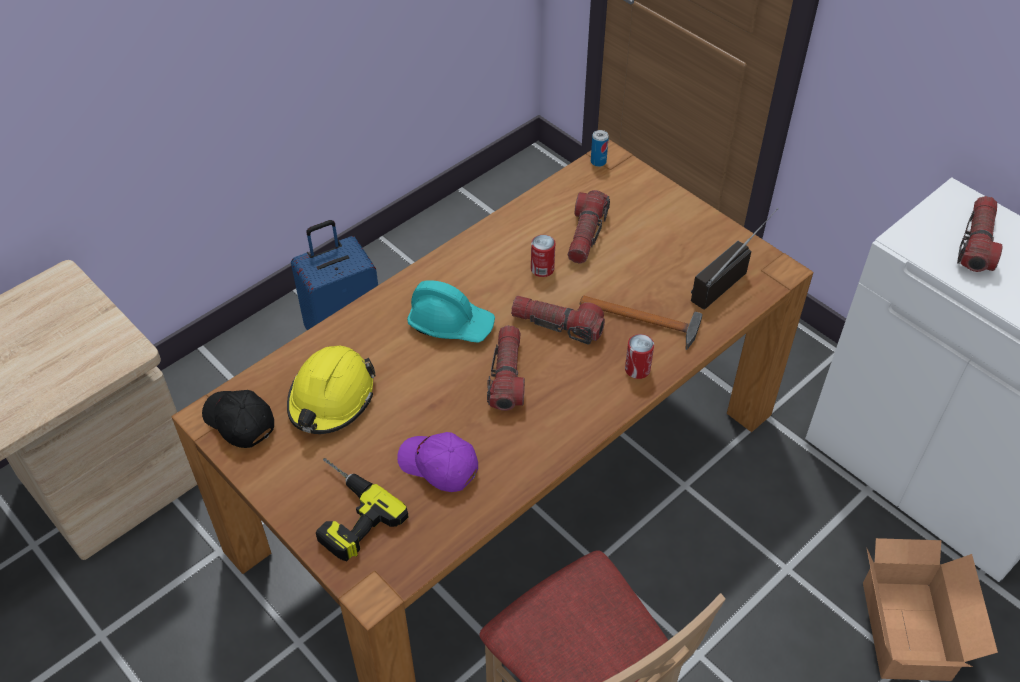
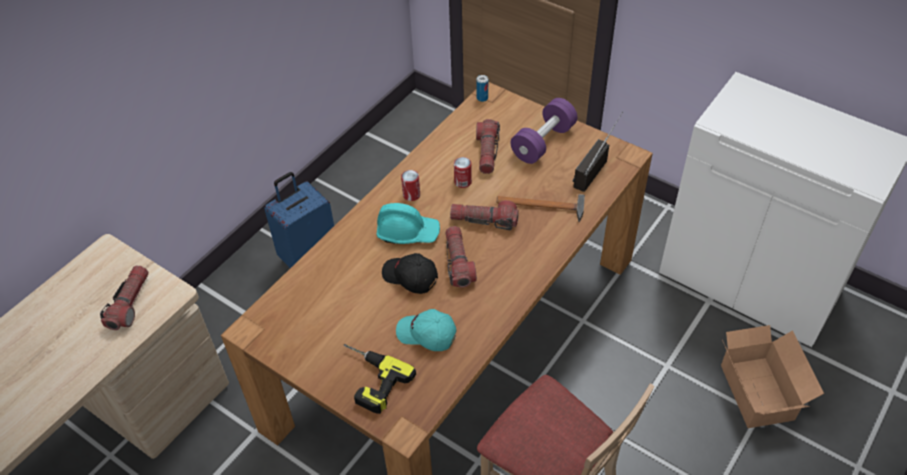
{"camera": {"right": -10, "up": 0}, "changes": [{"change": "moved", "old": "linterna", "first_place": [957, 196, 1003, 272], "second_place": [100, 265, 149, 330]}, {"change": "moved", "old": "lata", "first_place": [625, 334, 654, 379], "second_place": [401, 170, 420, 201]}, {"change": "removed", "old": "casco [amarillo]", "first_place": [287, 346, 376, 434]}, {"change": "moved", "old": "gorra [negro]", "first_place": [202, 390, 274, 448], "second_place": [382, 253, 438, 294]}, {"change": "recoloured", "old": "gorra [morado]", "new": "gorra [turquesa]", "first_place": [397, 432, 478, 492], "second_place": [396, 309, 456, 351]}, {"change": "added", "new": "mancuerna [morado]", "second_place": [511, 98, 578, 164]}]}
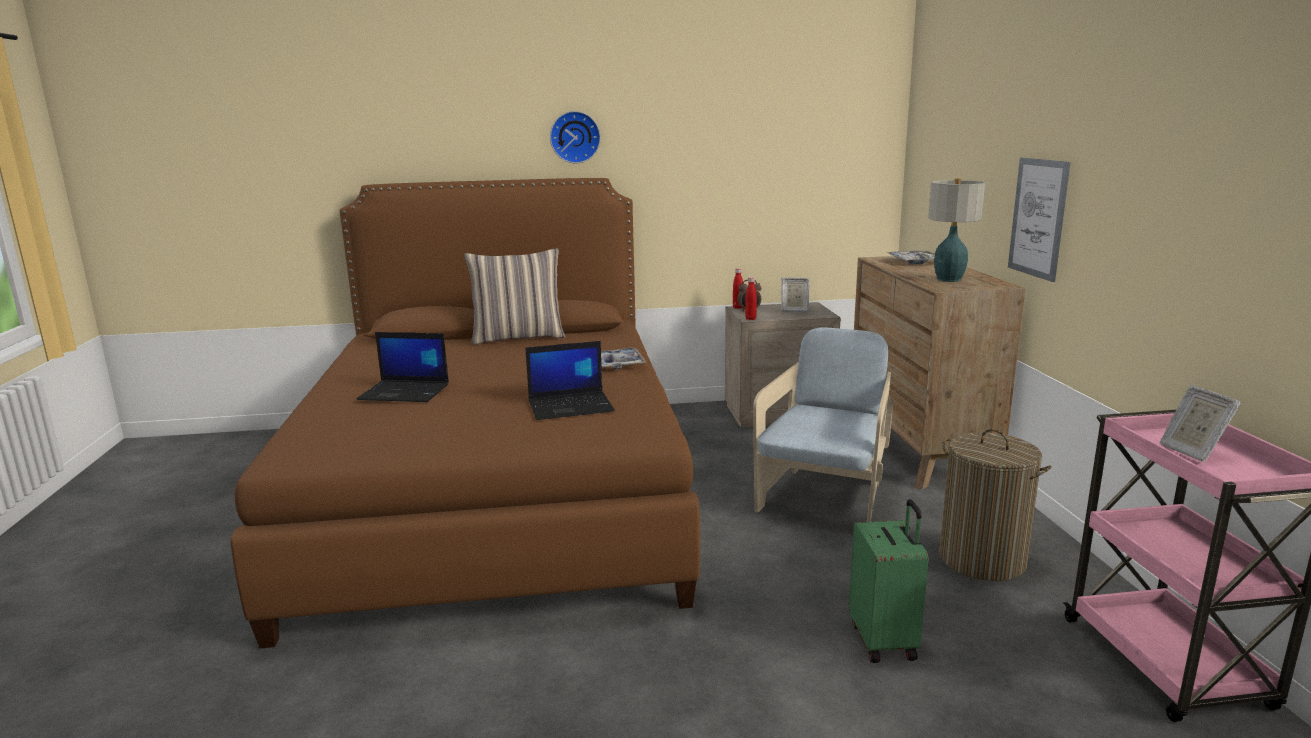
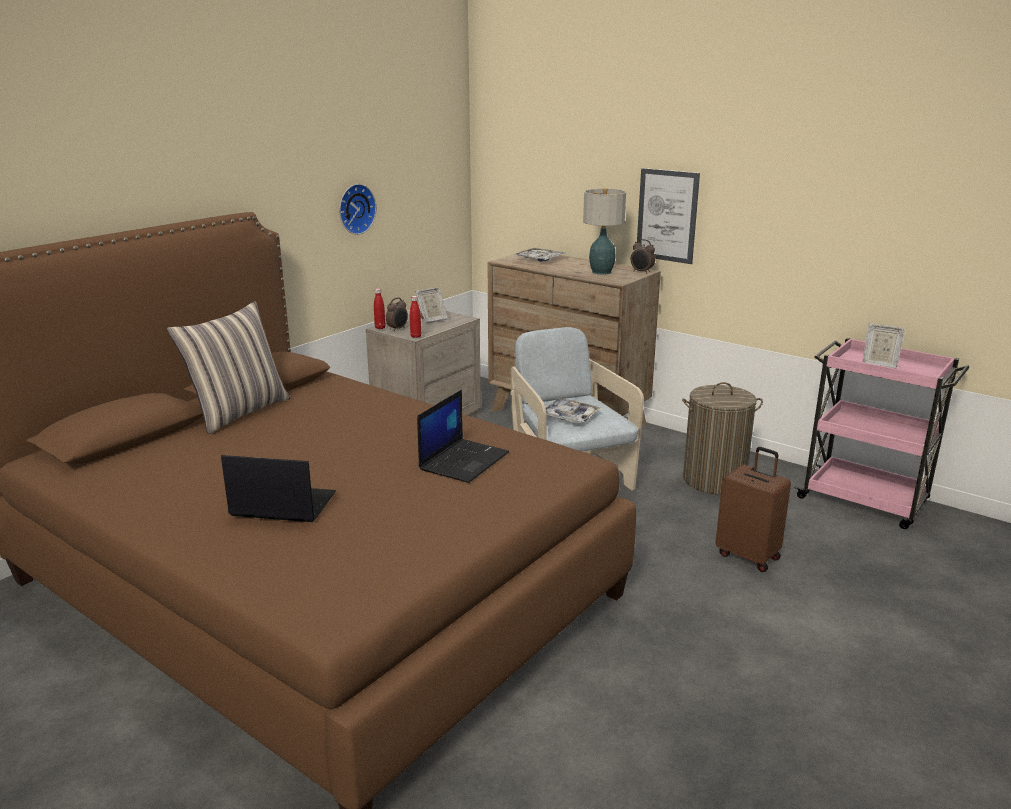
{"camera": {"right": -45, "up": 5}, "changes": [{"change": "moved", "old": "reloj de pared", "first_place": [550, 111, 601, 163], "second_place": [339, 184, 376, 235]}, {"change": "turned", "old": "portátil", "first_place": [357, 332, 449, 402], "second_place": [221, 455, 336, 522], "degrees": -135}, {"change": "moved", "old": "bandeja", "first_place": [601, 347, 646, 370], "second_place": [545, 398, 601, 423]}, {"change": "recoloured", "old": "maleta [verde]", "new": "maleta [marrón]", "first_place": [849, 499, 929, 663], "second_place": [715, 447, 791, 572]}, {"change": "added", "new": "despertador", "second_place": [631, 239, 655, 274]}]}
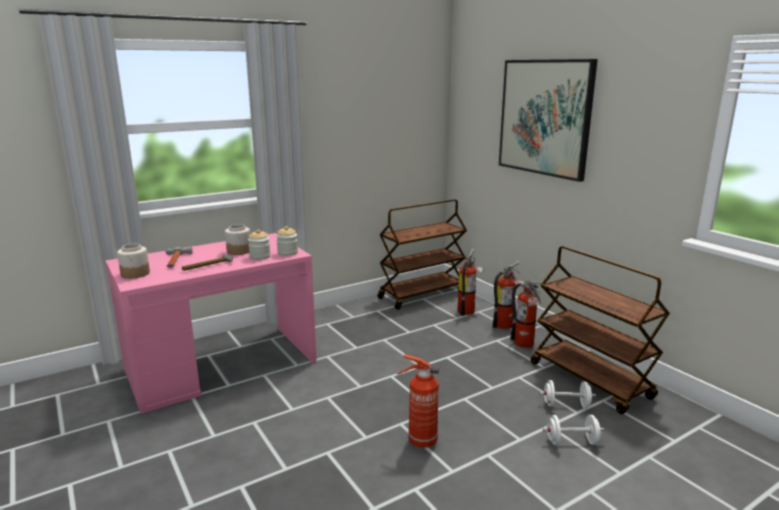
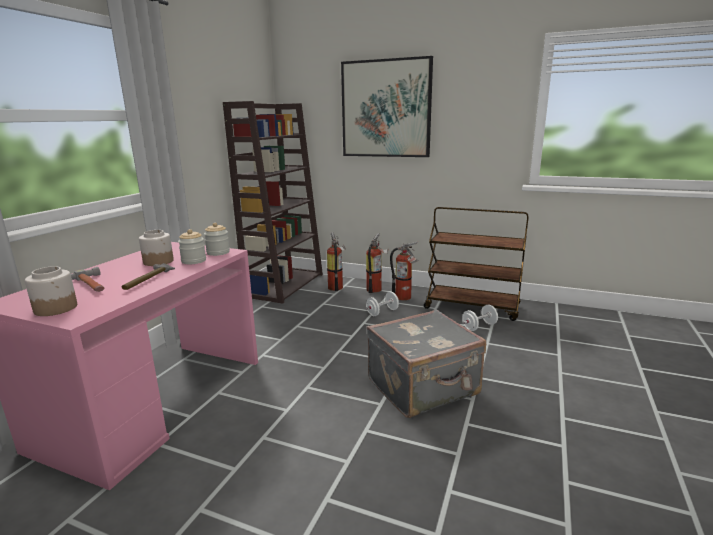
{"camera": {"right": -35, "up": 0}, "changes": [{"change": "replaced", "old": "carrito [marrón]", "new": "estantería [marrón]", "first_place": [377, 199, 467, 310], "second_place": [223, 101, 323, 304]}, {"change": "replaced", "old": "extintor", "new": "maleta [gris]", "first_place": [397, 354, 439, 448], "second_place": [367, 309, 486, 418]}, {"change": "moved", "old": "mancuerna [blanco]", "first_place": [543, 415, 604, 445], "second_place": [366, 292, 399, 316]}]}
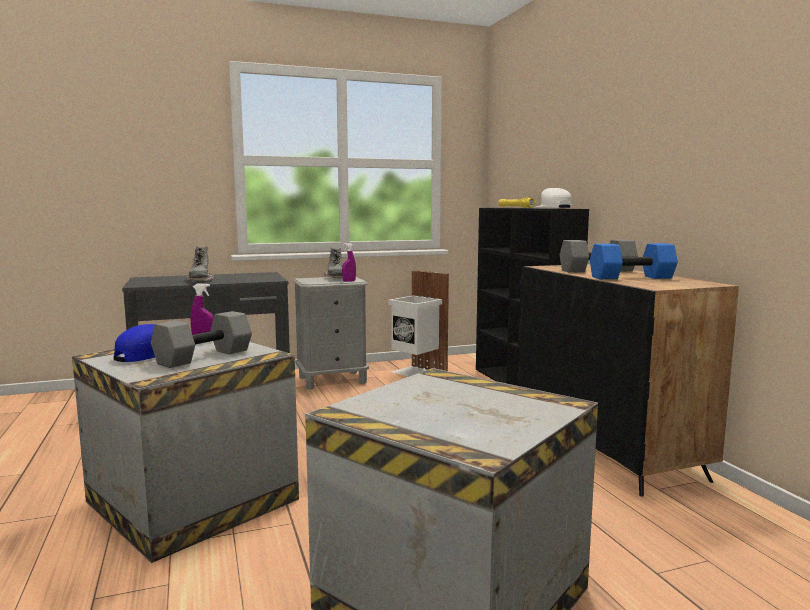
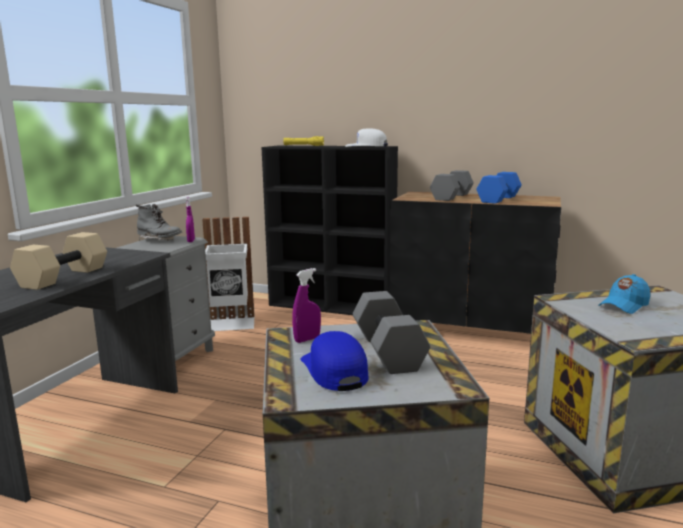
{"camera": {"right": -50, "up": 5}, "changes": [{"change": "replaced", "old": "bota [gris]", "new": "mancuerna [beis]", "first_place": [186, 246, 214, 281], "second_place": [10, 232, 107, 290]}, {"change": "added", "new": "gorra [azul]", "second_place": [599, 274, 650, 314]}]}
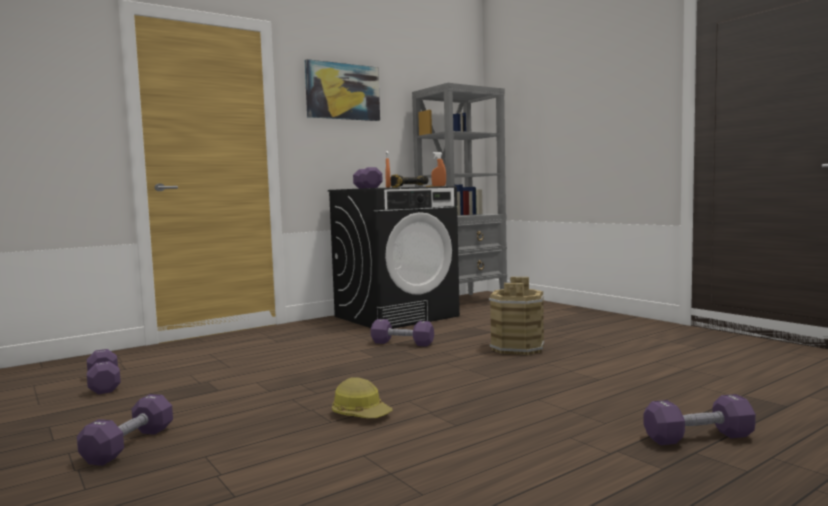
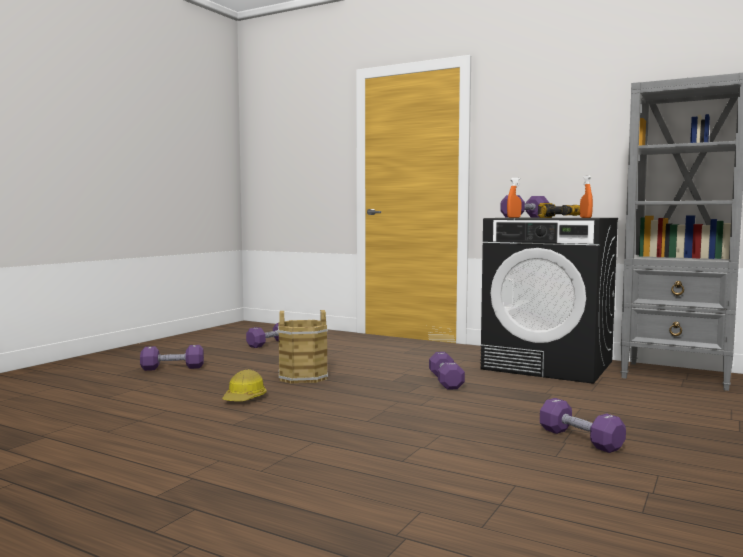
{"camera": {"right": 65, "up": 0}, "changes": [{"change": "removed", "old": "cuadro", "first_place": [305, 59, 380, 121]}, {"change": "moved", "old": "cubo [marrón]", "first_place": [489, 277, 544, 355], "second_place": [278, 310, 328, 384]}, {"change": "moved", "old": "mancuerna [morado]", "first_place": [643, 394, 756, 445], "second_place": [540, 398, 626, 453]}]}
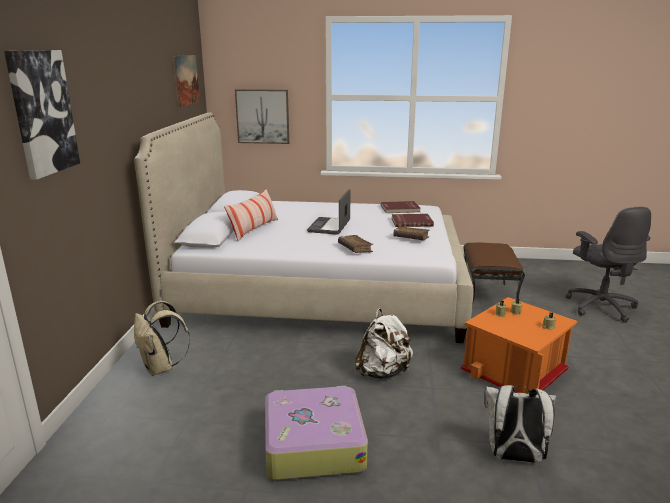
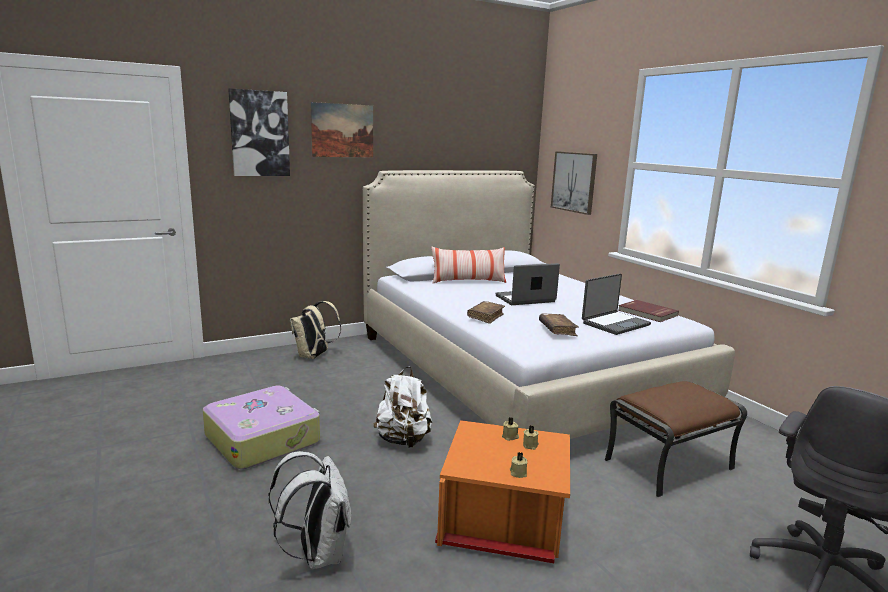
{"camera": {"right": 55, "up": -5}, "changes": [{"change": "moved", "old": "cuadro", "first_place": [173, 55, 200, 107], "second_place": [310, 102, 373, 158]}, {"change": "replaced", "old": "libro [rojo]", "new": "portátil", "first_place": [391, 214, 434, 227], "second_place": [582, 274, 651, 335]}]}
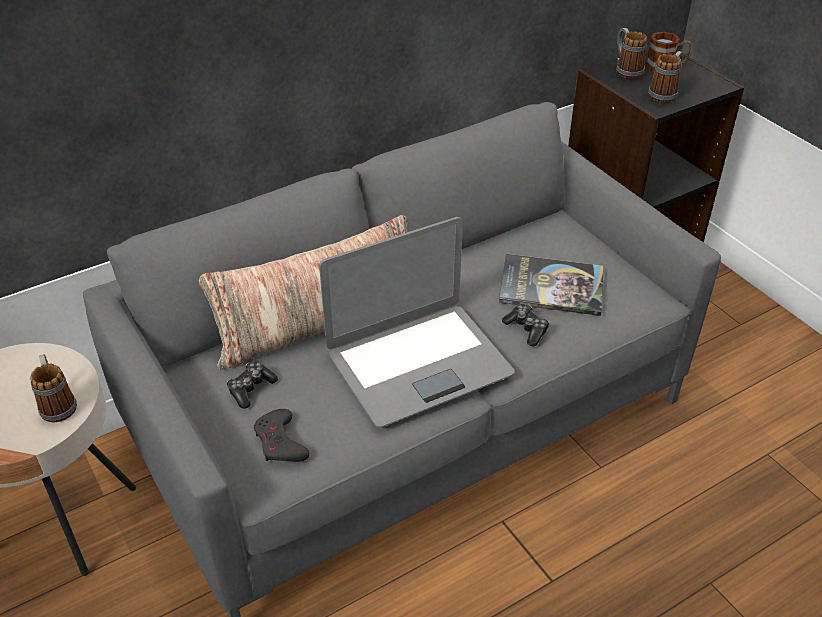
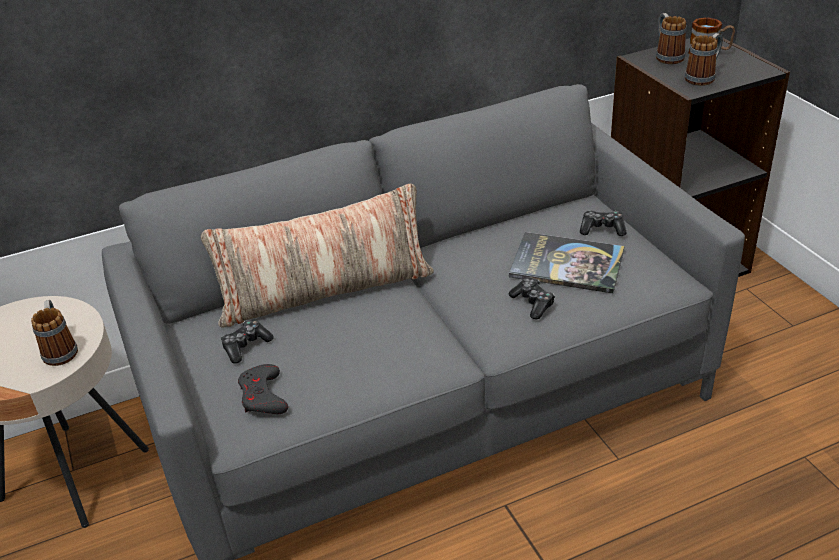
{"camera": {"right": 10, "up": -5}, "changes": [{"change": "removed", "old": "portátil", "first_place": [319, 217, 515, 428]}, {"change": "added", "new": "mando de consola", "second_place": [580, 210, 626, 236]}]}
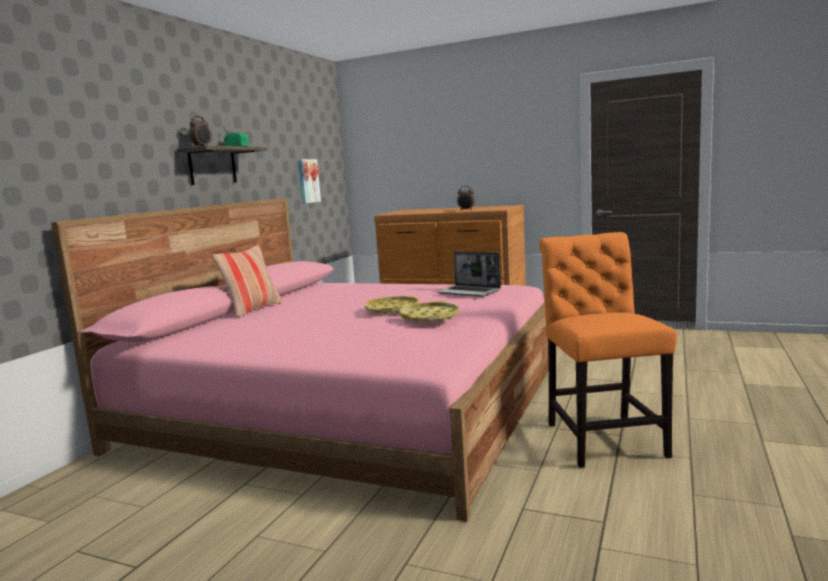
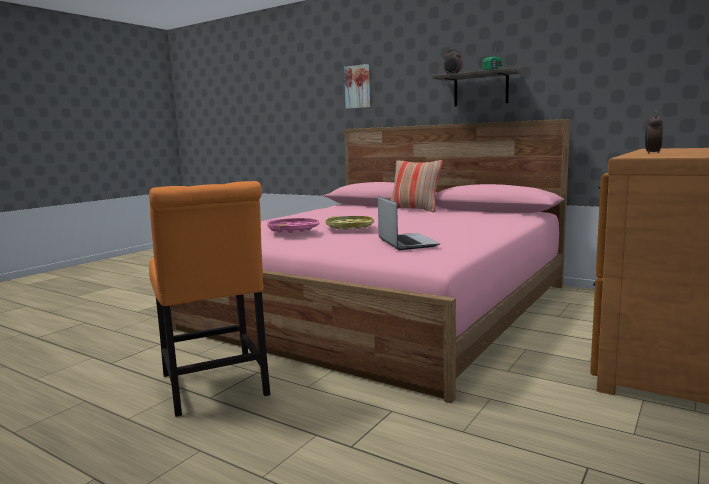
{"camera": {"right": 100, "up": 0}, "changes": [{"change": "moved", "old": "cuadro", "first_place": [298, 159, 321, 204], "second_place": [344, 64, 370, 109]}, {"change": "turned", "old": "silla [naranja]", "first_place": [539, 232, 677, 468], "second_place": [149, 181, 270, 417], "degrees": 60}, {"change": "turned", "old": "portátil", "first_place": [437, 252, 501, 297], "second_place": [378, 196, 440, 250], "degrees": 120}, {"change": "recoloured", "old": "bandeja [amarillo]", "new": "bandeja [rosa]", "first_place": [399, 301, 459, 323], "second_place": [267, 218, 320, 233]}]}
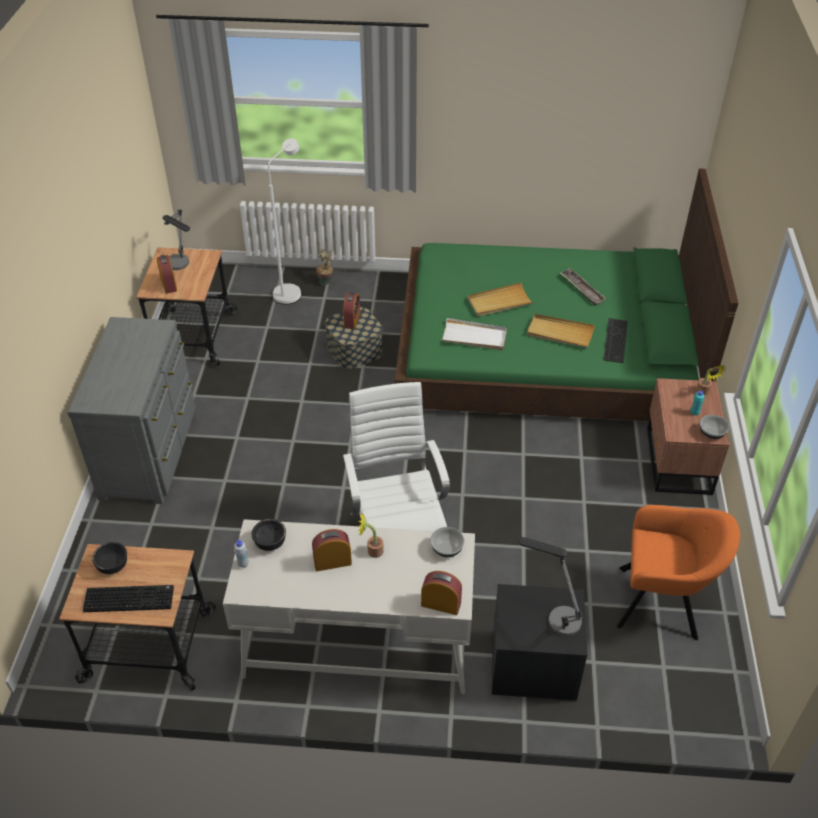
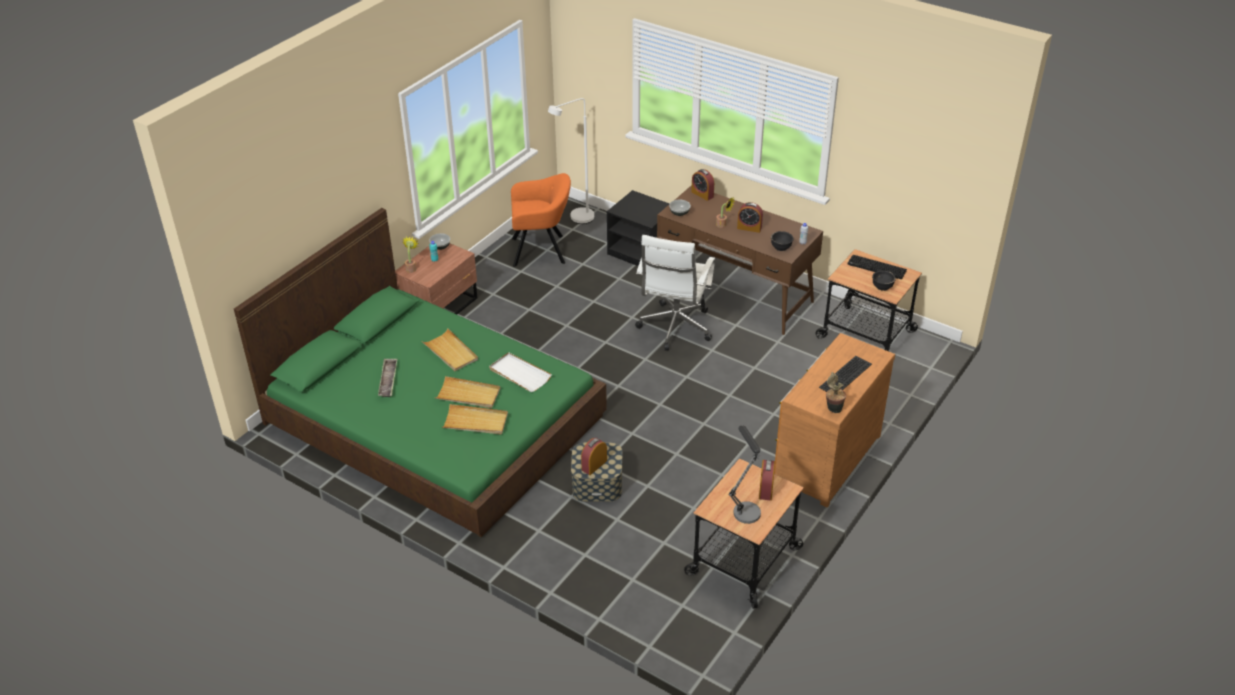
{"camera": {"right": -150, "up": -5}, "changes": [{"change": "moved", "old": "lámpara de pie [blanco]", "first_place": [268, 138, 301, 305], "second_place": [548, 98, 594, 224]}, {"change": "moved", "old": "planta en maceta", "first_place": [316, 249, 333, 286], "second_place": [826, 372, 846, 413]}, {"change": "recoloured", "old": "cómoda [gris]", "new": "cómoda [marrón]", "first_place": [67, 317, 196, 504], "second_place": [774, 333, 895, 508]}, {"change": "moved", "old": "teclado", "first_place": [604, 318, 628, 363], "second_place": [819, 356, 872, 392]}, {"change": "turned", "old": "sillón [naranja]", "first_place": [617, 505, 740, 640], "second_place": [511, 173, 571, 267], "degrees": 135}, {"change": "recoloured", "old": "escritorio [blanco]", "new": "escritorio [marrón]", "first_place": [223, 519, 475, 694], "second_place": [657, 185, 823, 335]}, {"change": "removed", "old": "lámpara de mesa", "first_place": [518, 537, 583, 636]}, {"change": "added", "new": "bandeja [beis]", "second_place": [442, 404, 508, 434]}]}
